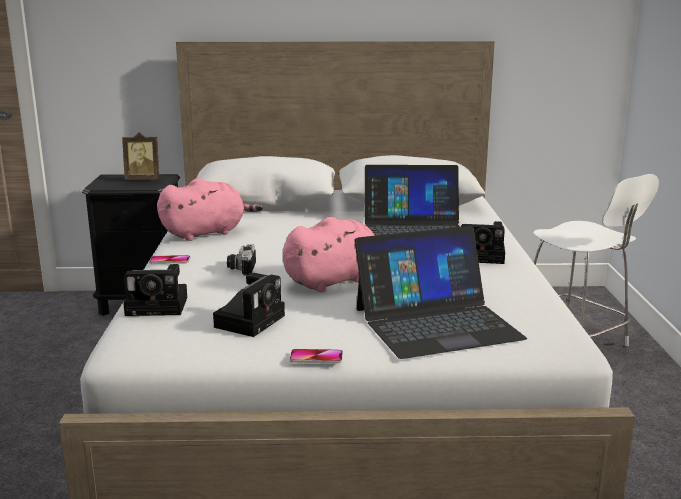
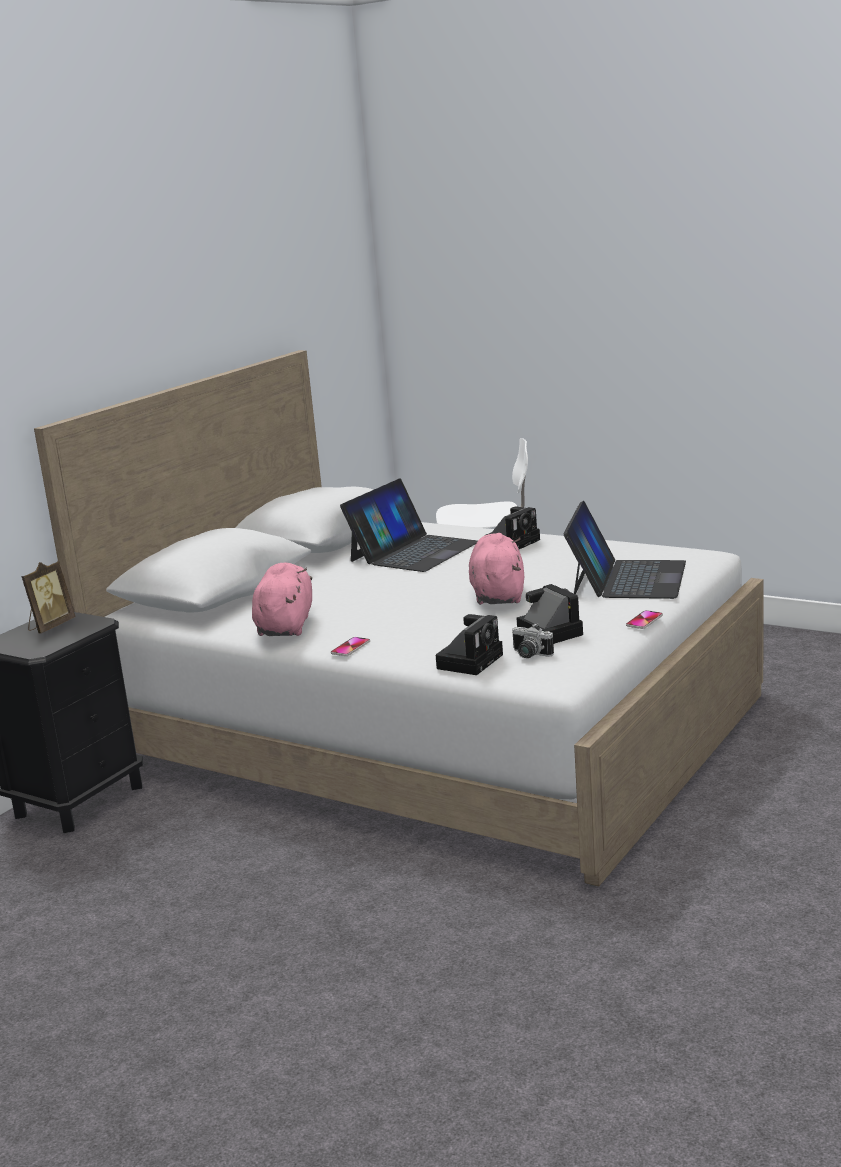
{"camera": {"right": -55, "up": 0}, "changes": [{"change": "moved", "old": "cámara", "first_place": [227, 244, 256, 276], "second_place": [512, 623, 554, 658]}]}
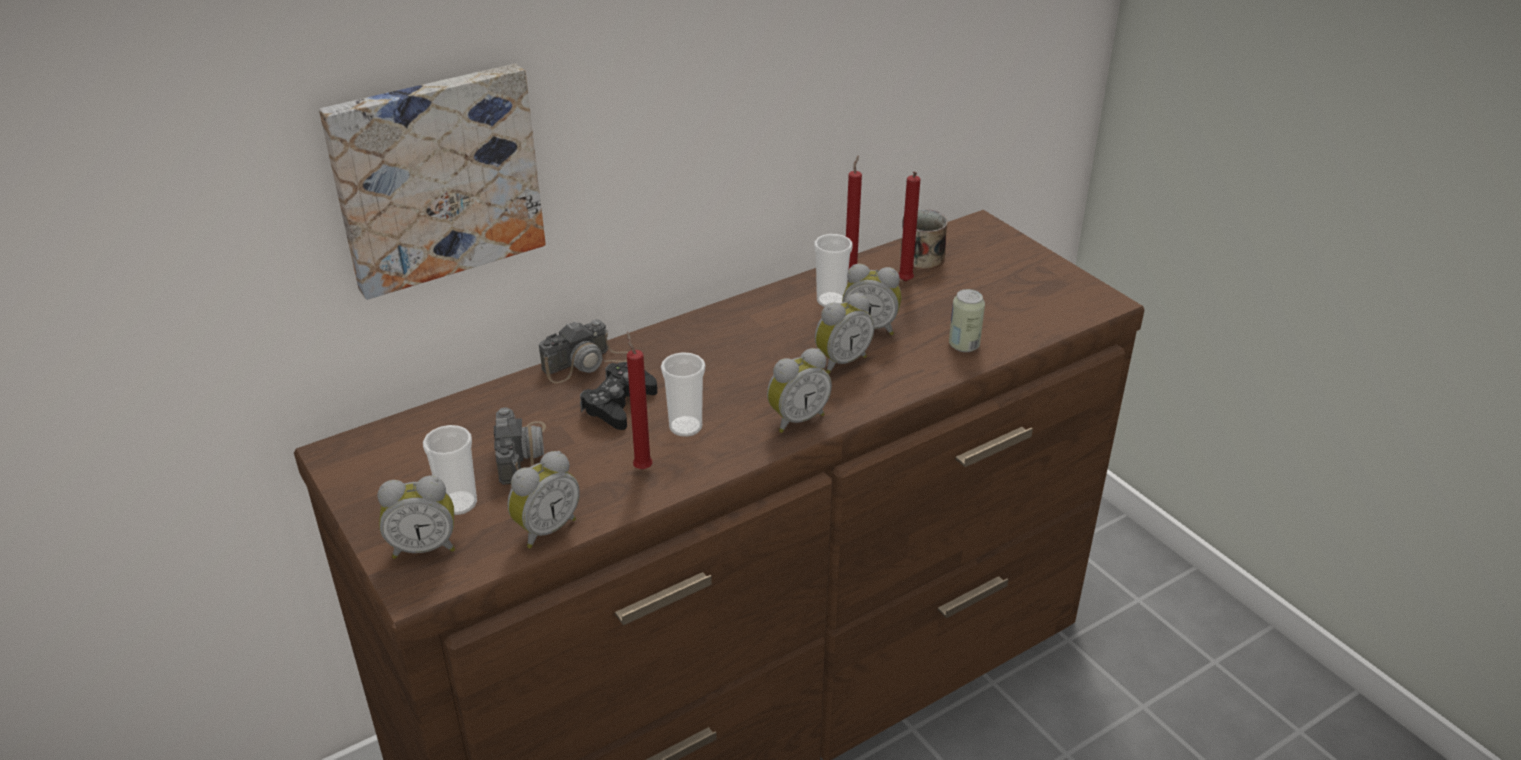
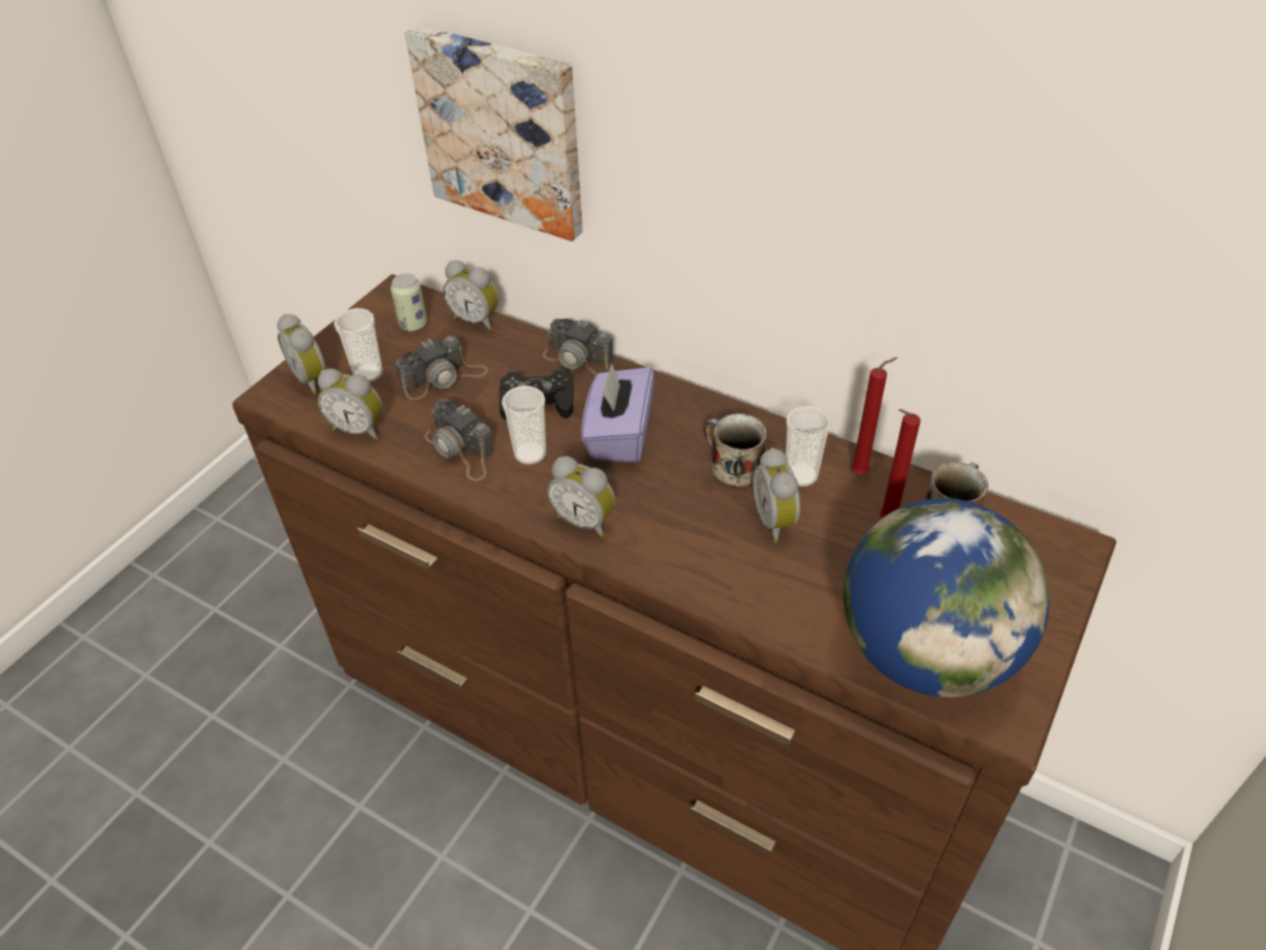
{"camera": {"right": 65, "up": 10}, "changes": [{"change": "moved", "old": "lata", "first_place": [949, 289, 985, 352], "second_place": [391, 273, 427, 332]}, {"change": "moved", "old": "despertador", "first_place": [815, 293, 874, 374], "second_place": [443, 260, 499, 331]}, {"change": "replaced", "old": "vela [rojo]", "new": "cámara", "first_place": [627, 332, 652, 469], "second_place": [425, 399, 494, 481]}, {"change": "added", "new": "caja de pañuelos [morado]", "second_place": [581, 363, 654, 463]}, {"change": "added", "new": "taza grande", "second_place": [703, 413, 766, 488]}, {"change": "added", "new": "globo terráqueo", "second_place": [843, 498, 1050, 697]}]}
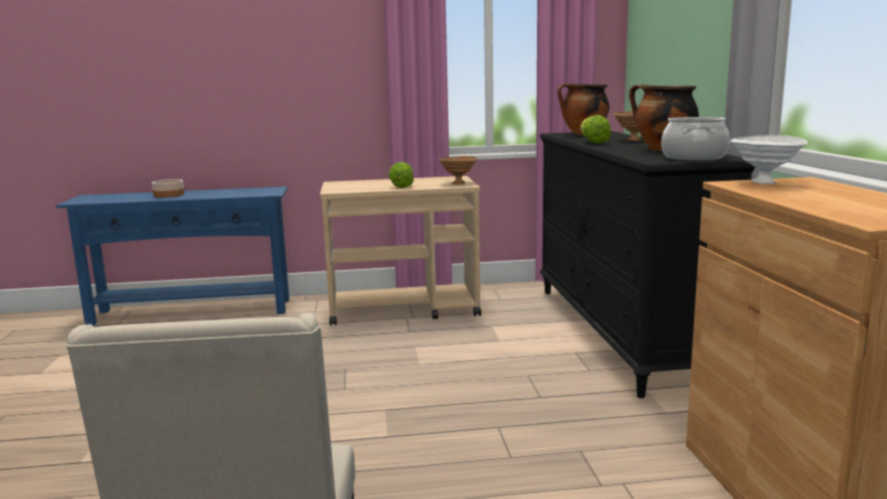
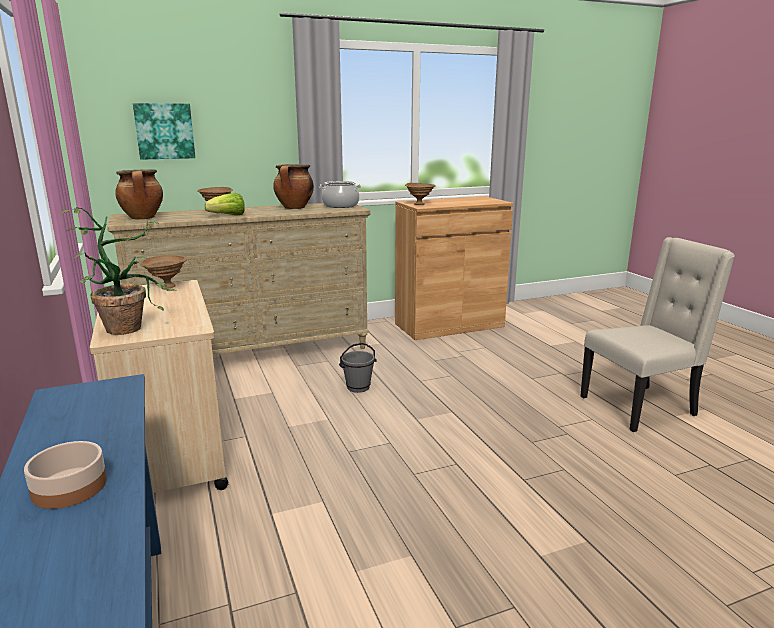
{"camera": {"right": -105, "up": 5}, "changes": [{"change": "recoloured", "old": "cómoda [negro]", "new": "cómoda [beis]", "first_place": [540, 131, 755, 398], "second_place": [107, 203, 371, 355]}, {"change": "recoloured", "old": "cuenco [blanco]", "new": "cuenco [marrón]", "first_place": [730, 135, 808, 184], "second_place": [405, 183, 435, 205]}, {"change": "removed", "old": "lechuga", "first_place": [389, 162, 414, 188]}, {"change": "added", "new": "cuadro", "second_place": [133, 103, 195, 160]}, {"change": "added", "new": "planta en maceta", "second_place": [60, 208, 175, 335]}, {"change": "added", "new": "cubo [gris]", "second_place": [339, 343, 377, 393]}]}
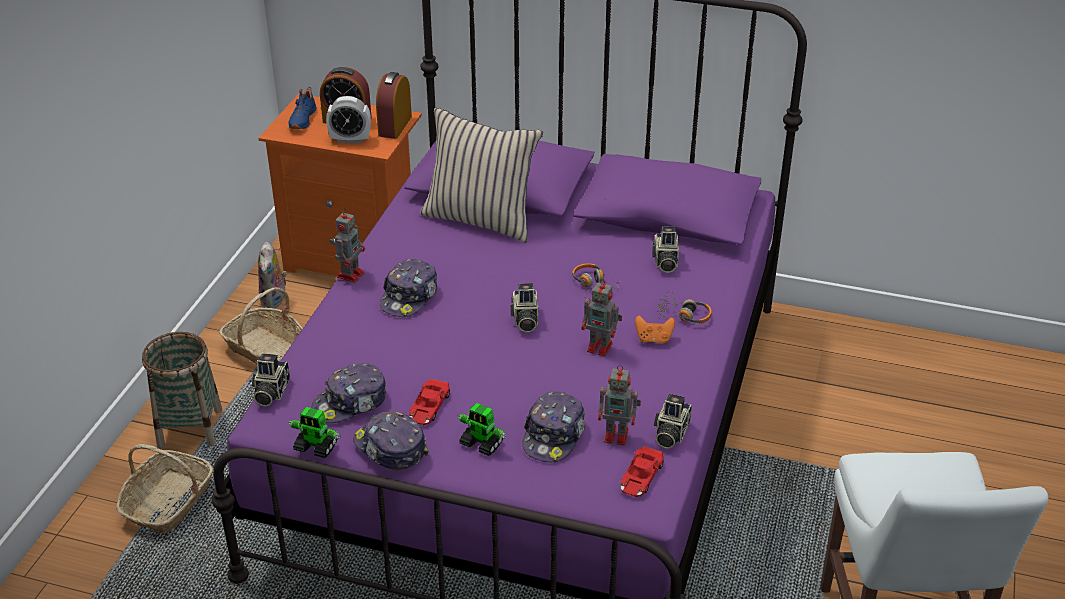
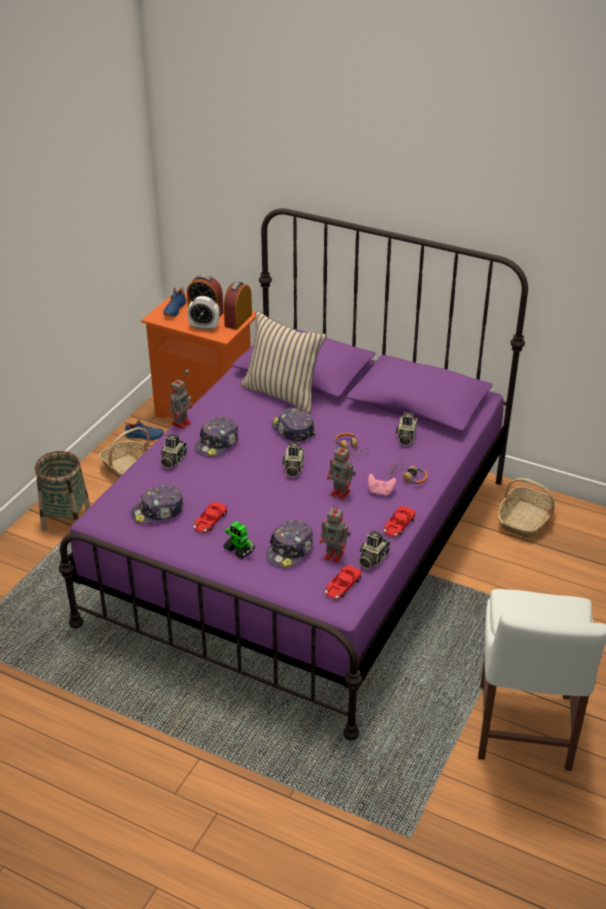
{"camera": {"right": 10, "up": 0}, "changes": [{"change": "replaced", "old": "peluche", "new": "zapato [azul]", "first_place": [258, 242, 287, 309], "second_place": [124, 419, 164, 441]}, {"change": "recoloured", "old": "mando de consola [naranja]", "new": "mando de consola [rosa]", "first_place": [635, 315, 675, 344], "second_place": [368, 474, 396, 496]}, {"change": "moved", "old": "cámara", "first_place": [252, 354, 290, 406], "second_place": [160, 434, 187, 468]}, {"change": "removed", "old": "robot de juguete", "first_place": [288, 407, 340, 458]}, {"change": "moved", "old": "gorra", "first_place": [353, 411, 429, 470], "second_place": [272, 408, 316, 442]}, {"change": "moved", "old": "cesta", "first_place": [116, 444, 213, 533], "second_place": [498, 478, 556, 538]}, {"change": "added", "new": "coche de juguete [rojo]", "second_place": [384, 506, 415, 537]}]}
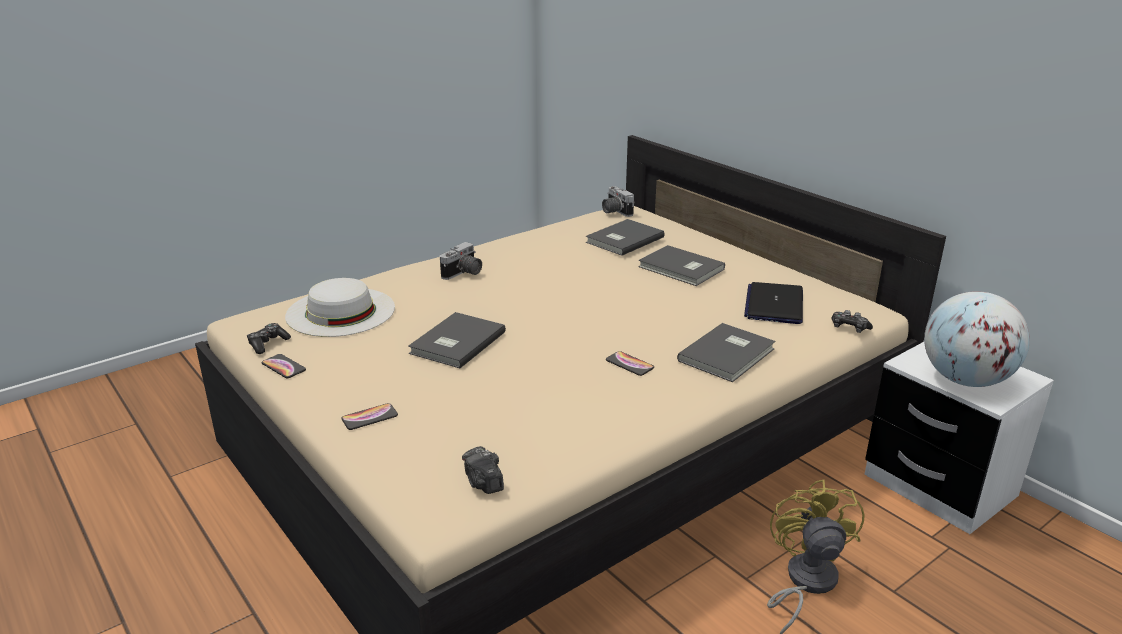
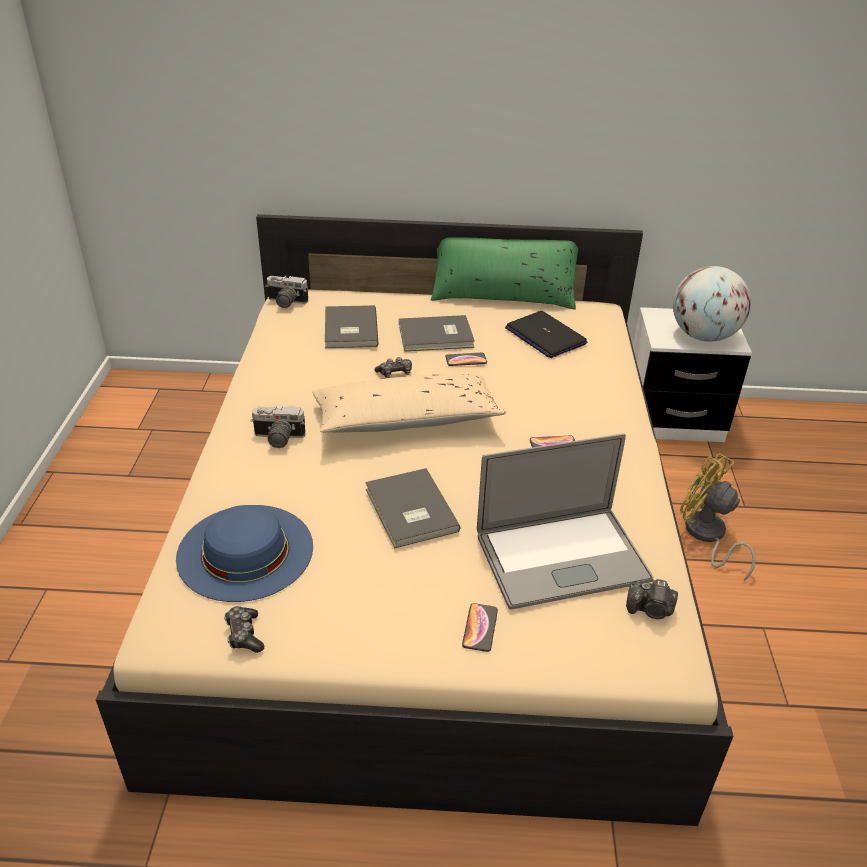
{"camera": {"right": -50, "up": 10}, "changes": [{"change": "turned", "old": "cámara", "first_place": [440, 242, 482, 280], "second_place": [251, 406, 305, 448], "degrees": 105}, {"change": "recoloured", "old": "sombrero [blanco]", "new": "sombrero [azul]", "first_place": [285, 278, 395, 337], "second_place": [176, 505, 313, 602]}, {"change": "moved", "old": "mando de consola", "first_place": [831, 310, 873, 333], "second_place": [375, 357, 412, 378]}, {"change": "removed", "old": "libro [gris]", "first_place": [677, 323, 775, 382]}, {"change": "moved", "old": "móvil", "first_place": [261, 354, 306, 378], "second_place": [446, 353, 487, 366]}, {"change": "added", "new": "cojín [verde]", "second_place": [431, 237, 578, 309]}, {"change": "added", "new": "cojín [beis]", "second_place": [312, 374, 506, 433]}, {"change": "added", "new": "portátil", "second_place": [477, 433, 654, 610]}]}
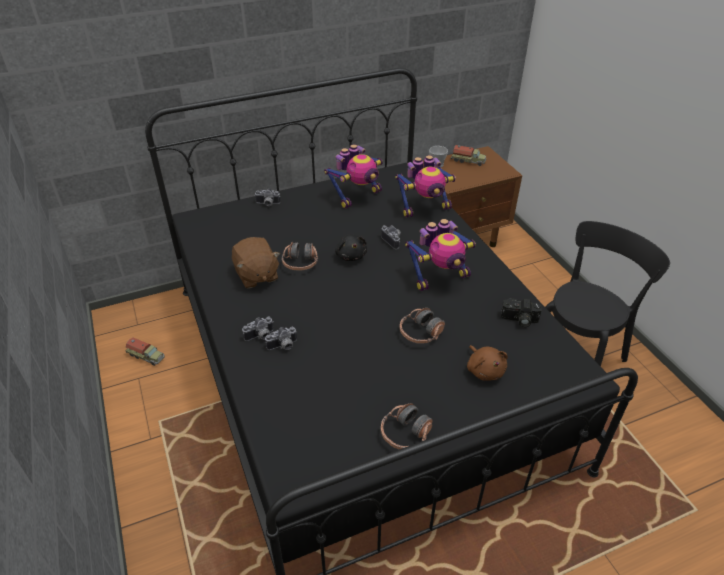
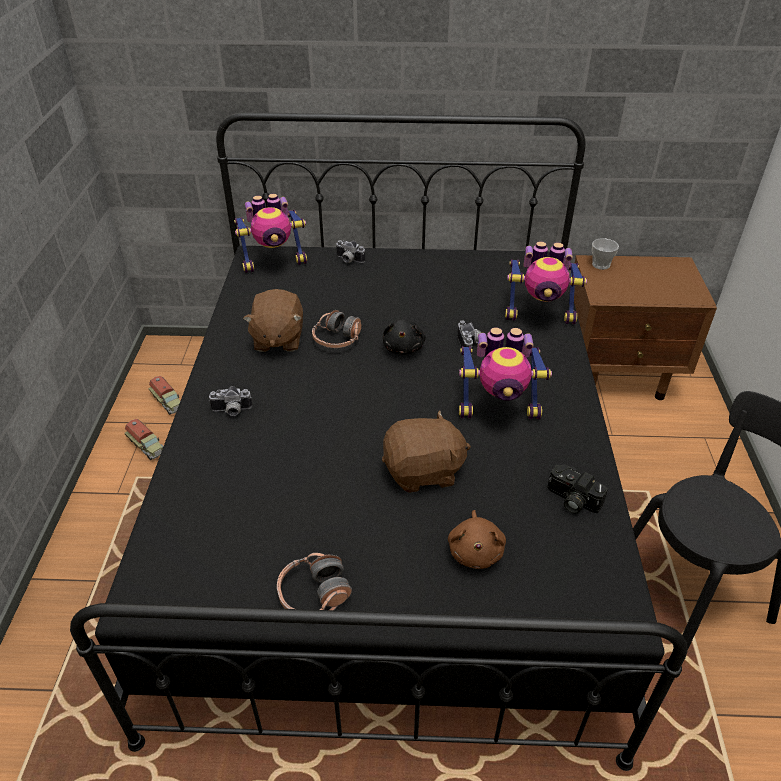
{"camera": {"right": 25, "up": 0}, "changes": [{"change": "moved", "old": "robot de juguete", "first_place": [324, 144, 383, 209], "second_place": [234, 194, 307, 273]}, {"change": "moved", "old": "camión de juguete", "first_place": [451, 145, 486, 166], "second_place": [125, 419, 164, 460]}, {"change": "replaced", "old": "auriculares", "new": "peluche [marrón]", "first_place": [400, 308, 445, 344], "second_place": [382, 410, 471, 493]}, {"change": "removed", "old": "cámara", "first_place": [265, 327, 298, 350]}]}
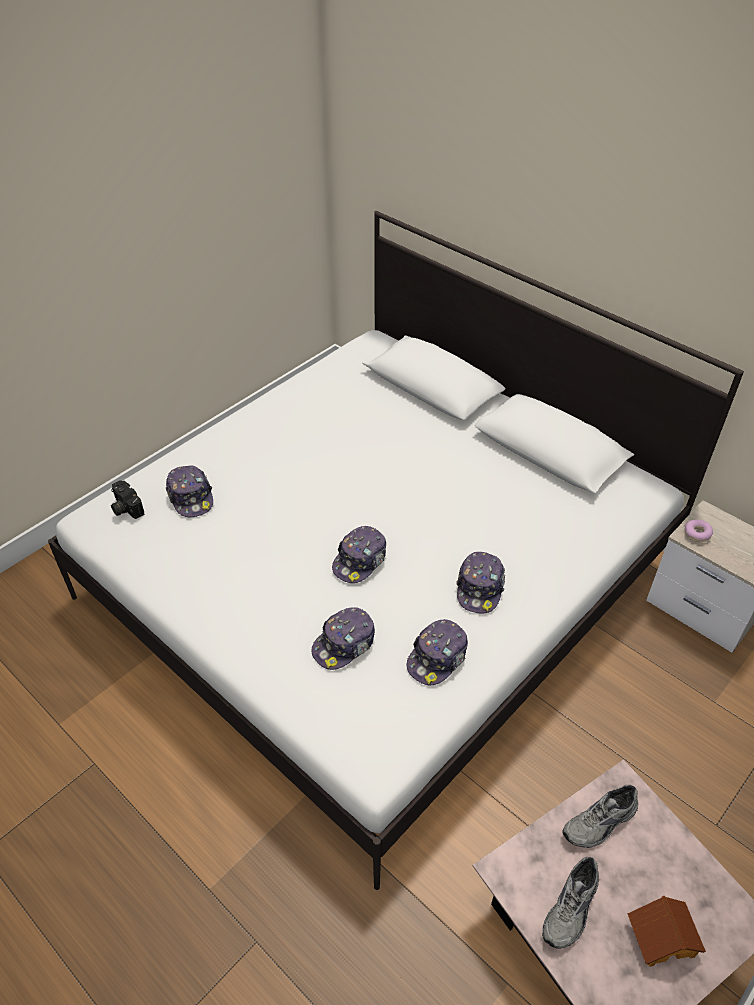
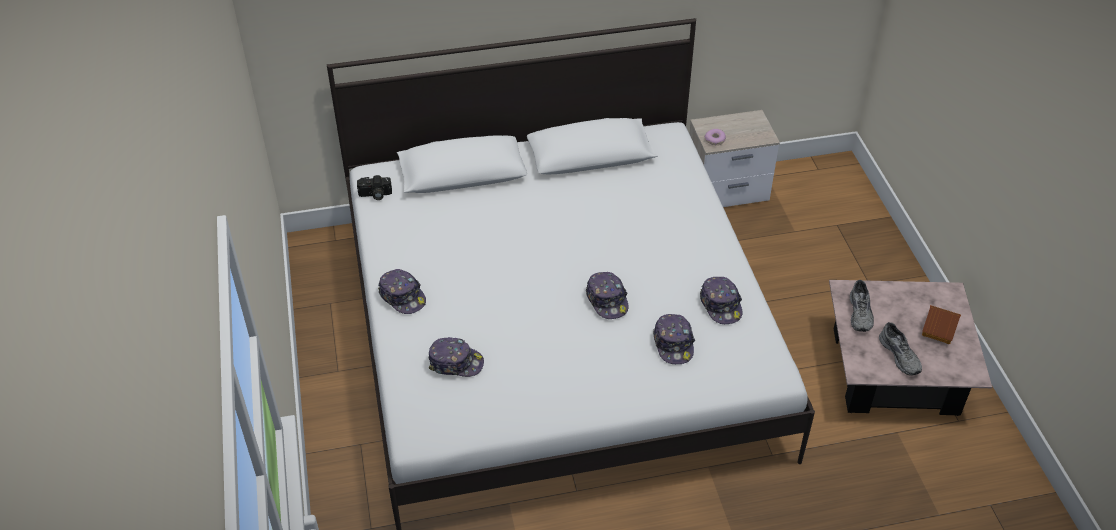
{"camera": {"right": -55, "up": 0}, "changes": [{"change": "moved", "old": "cámara", "first_place": [111, 480, 145, 519], "second_place": [357, 175, 392, 200]}, {"change": "moved", "old": "gorra", "first_place": [456, 552, 505, 613], "second_place": [378, 269, 426, 314]}]}
